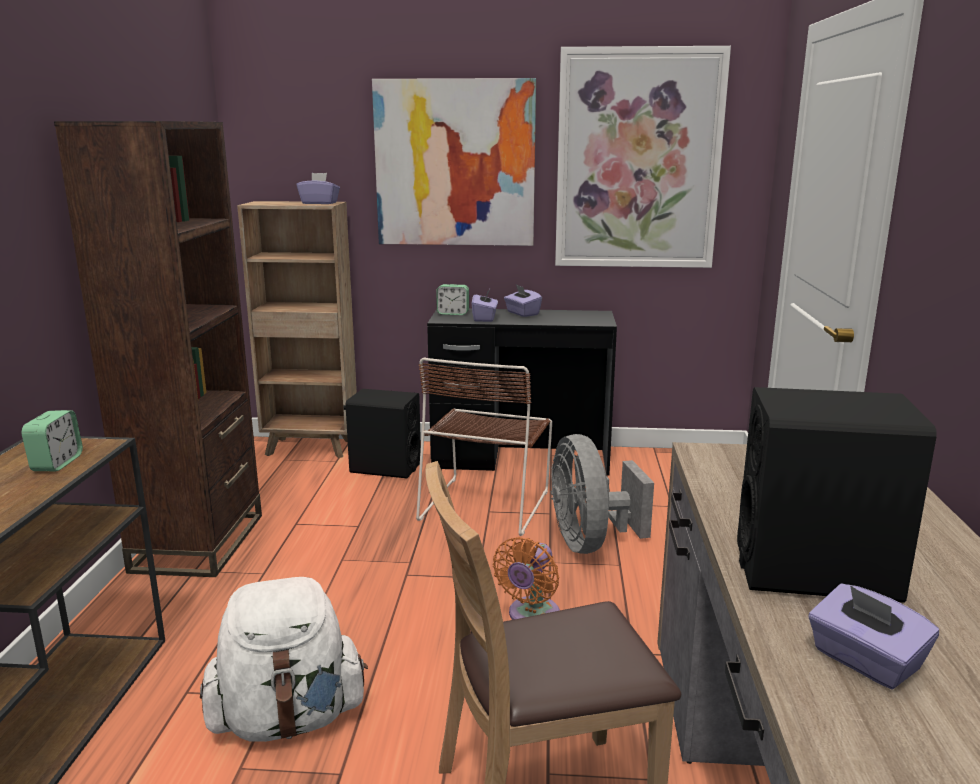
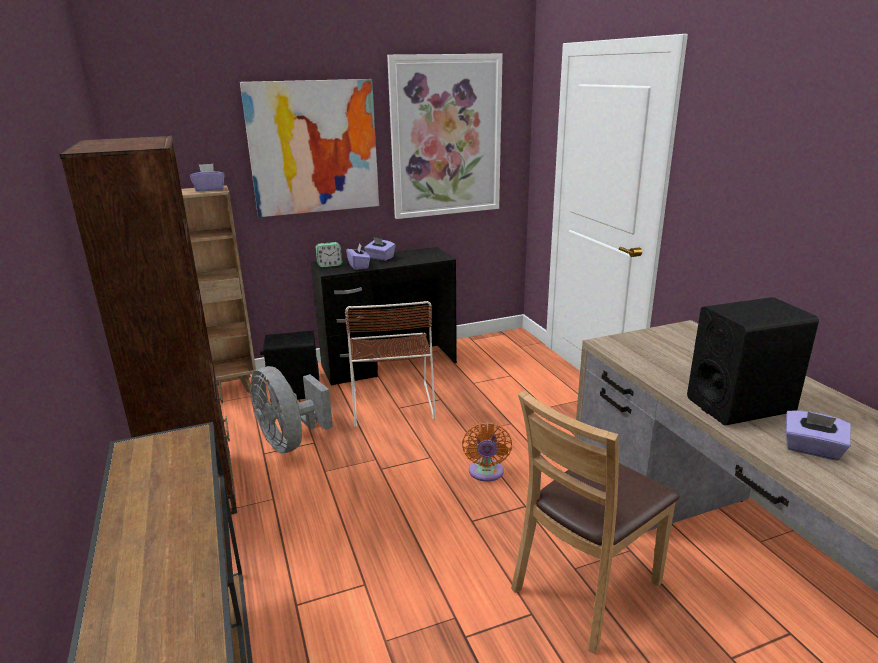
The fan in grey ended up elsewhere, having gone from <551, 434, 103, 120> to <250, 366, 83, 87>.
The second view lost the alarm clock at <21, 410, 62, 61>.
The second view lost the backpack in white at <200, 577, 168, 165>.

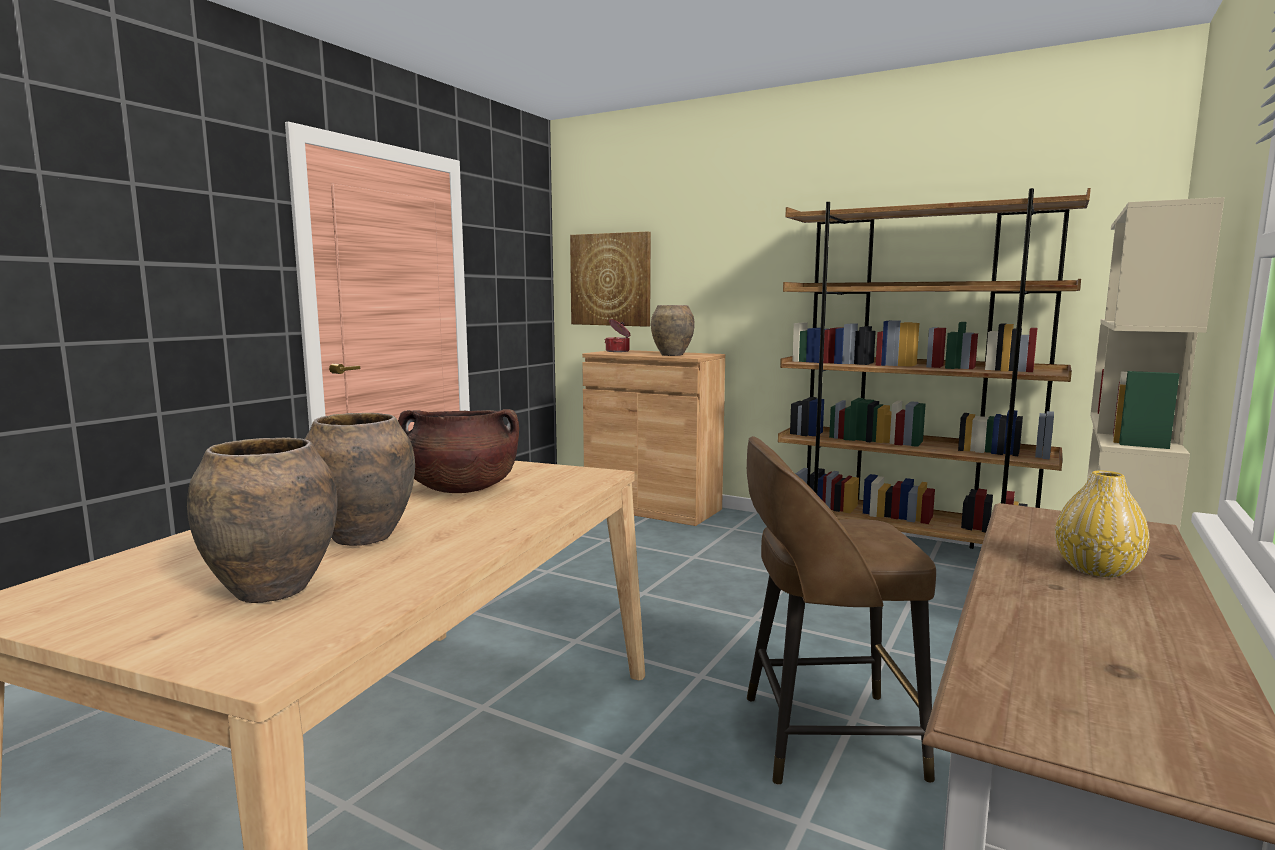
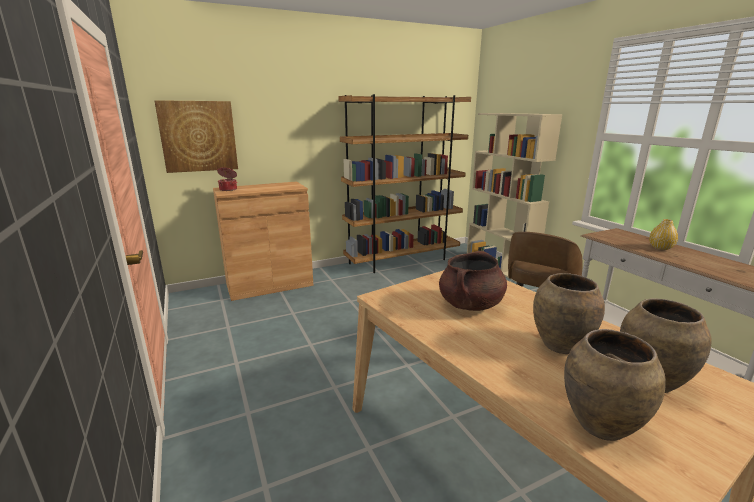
The vase in brown ended up elsewhere, having gone from <651, 305, 44, 51> to <564, 329, 102, 112>.

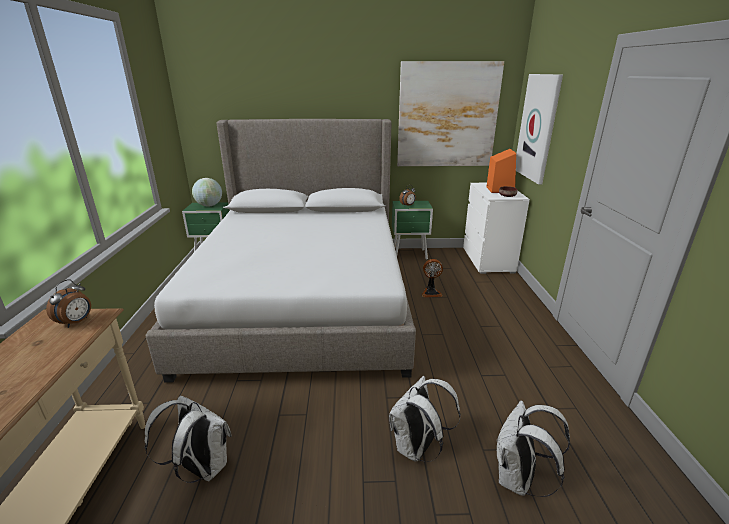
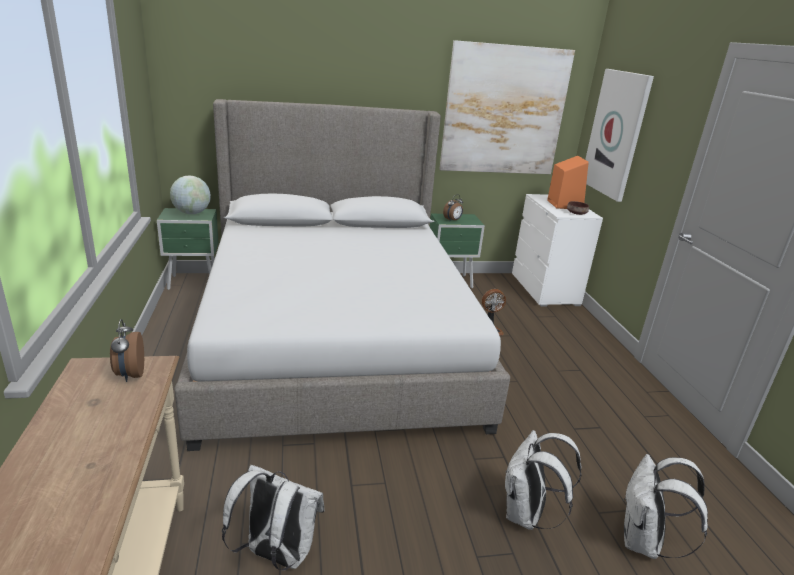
The alarm clock at <46, 279, 45, 49> ended up facing another way, 150 degrees clockwise from before.

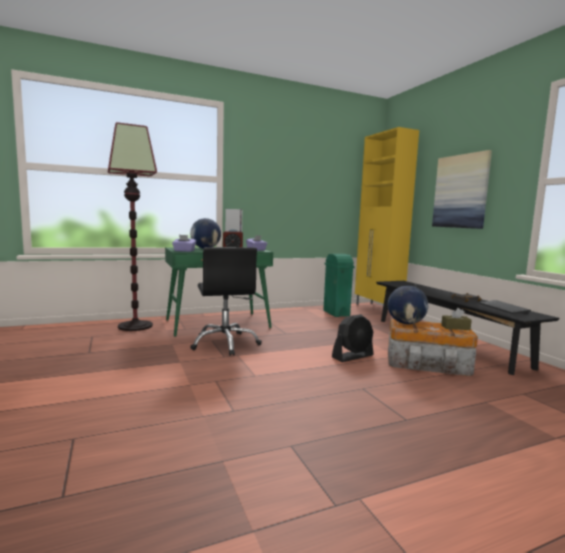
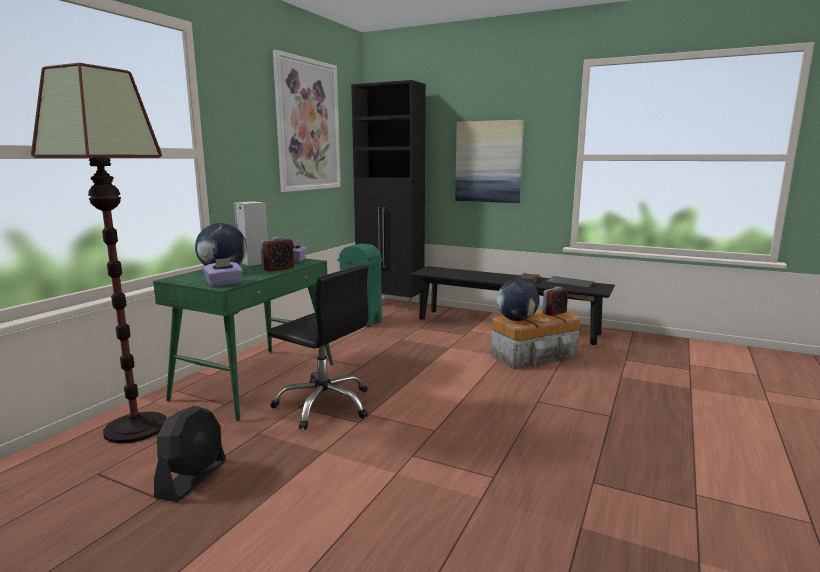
The fan in black ended up elsewhere, having gone from <332, 314, 42, 48> to <154, 406, 72, 97>.
The second view gained the picture at <273, 50, 68, 142>.
What was the cabinet in yellow at <355, 127, 64, 178> turned into the cabinet in black at <351, 80, 75, 231>.
Where the tissue box in brown stood at <441, 308, 31, 22>, the alarm clock came to stand at <542, 287, 26, 29>.

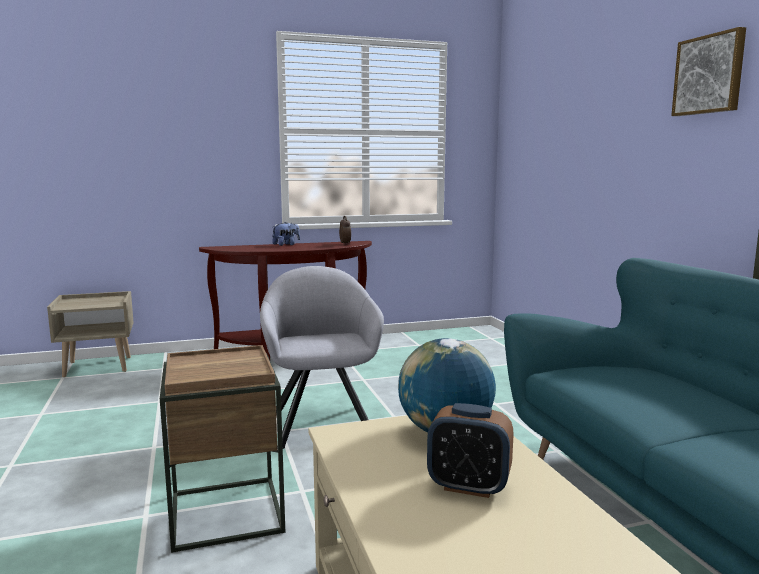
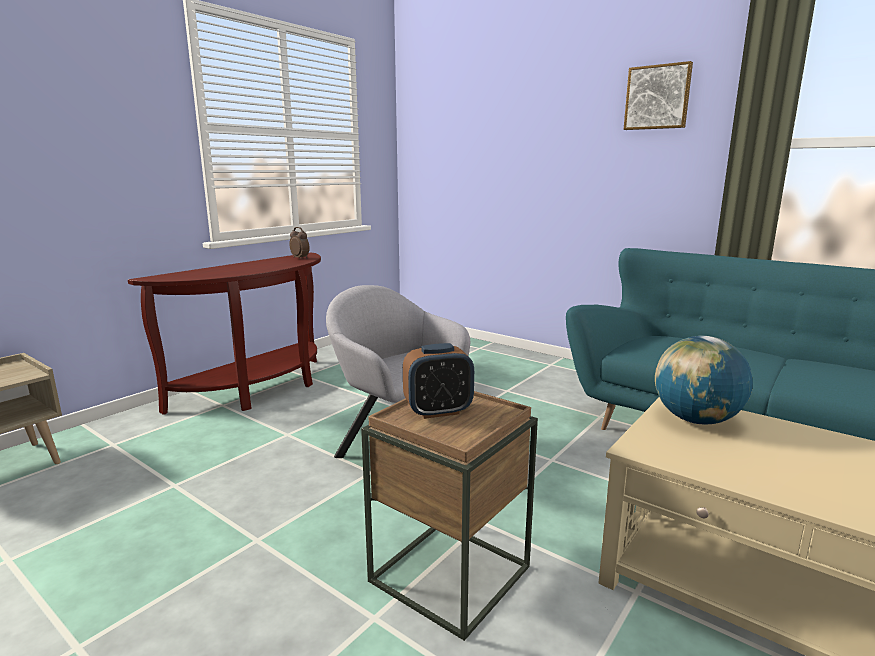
The alarm clock ended up elsewhere, having gone from <427, 403, 87, 95> to <403, 343, 71, 76>.
The second view lost the plush toy at <272, 222, 28, 24>.

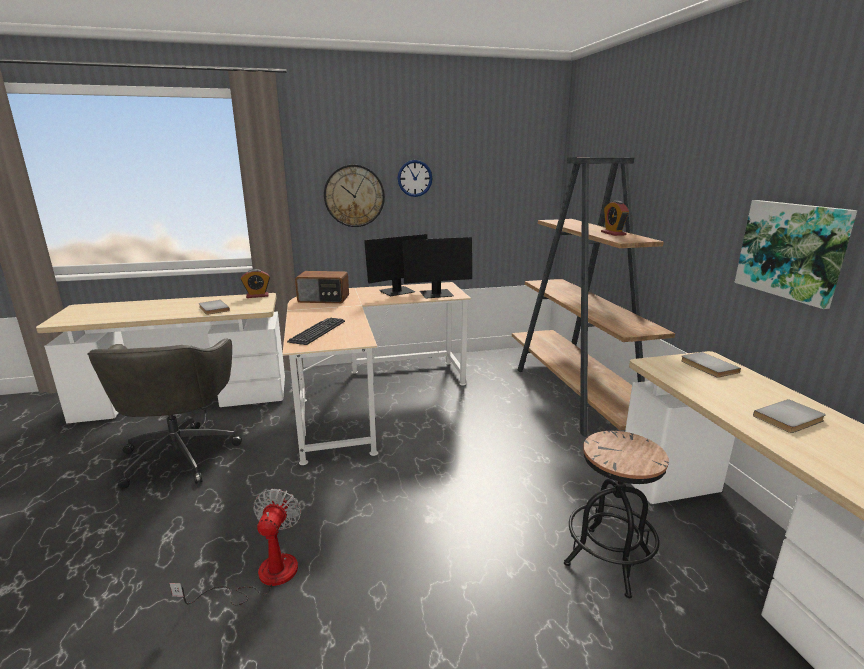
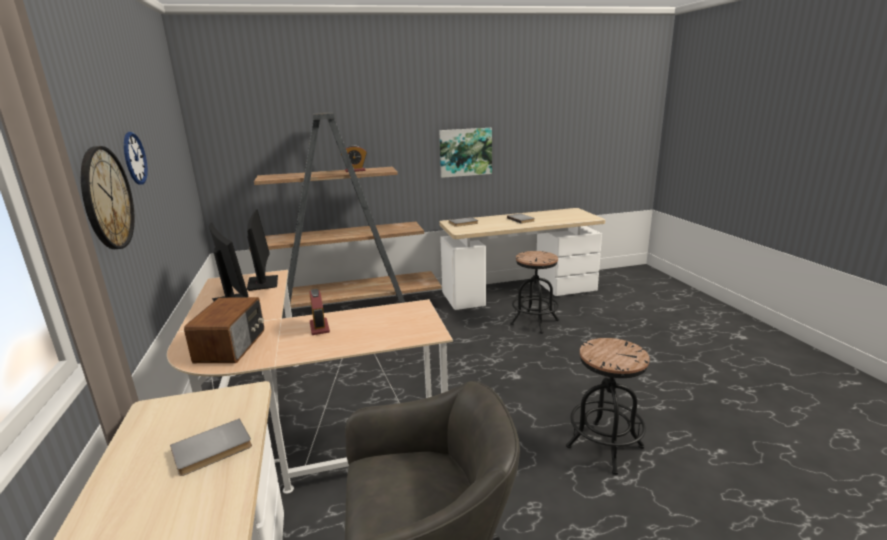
The alarm clock ended up elsewhere, having gone from <241, 269, 29, 29> to <309, 289, 21, 46>.
Where the fan stood at <169, 489, 133, 116>, the stool in black came to stand at <566, 338, 84, 137>.
The second view lost the keyboard at <287, 318, 58, 27>.

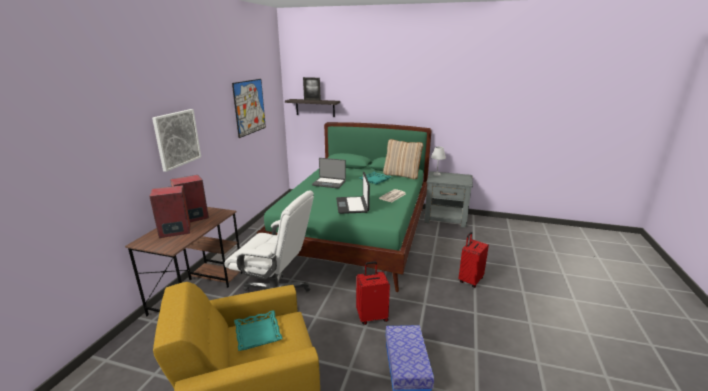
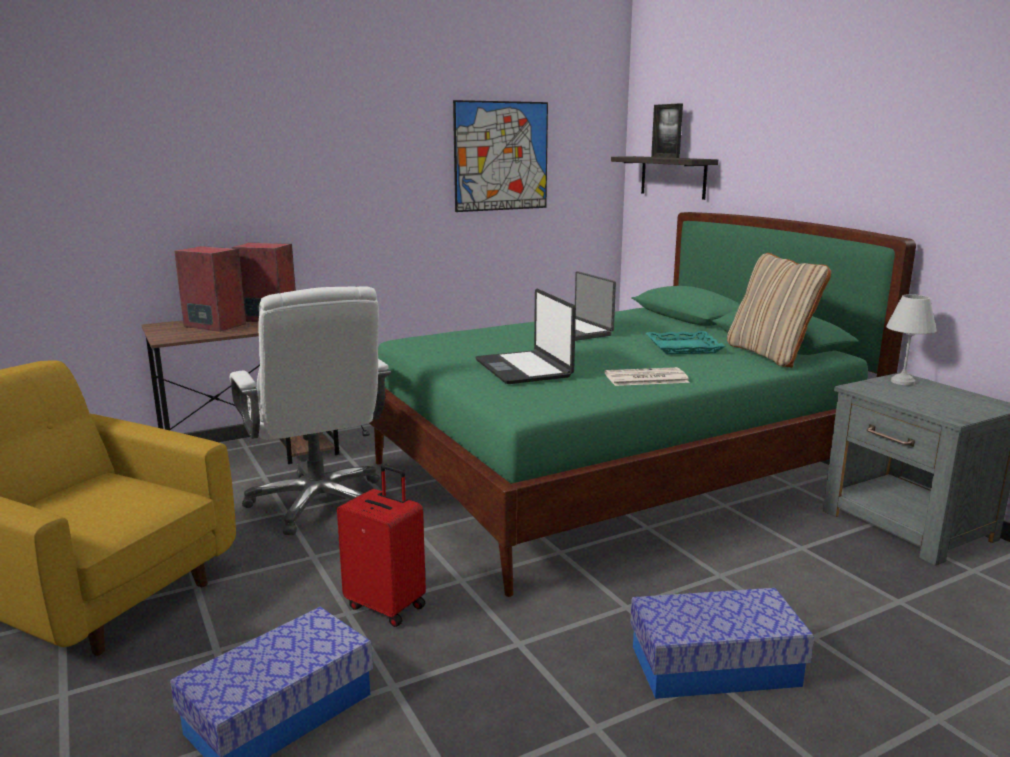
The laptop at <336, 172, 34, 42> ended up facing another way, 60 degrees counterclockwise from before.
Where the suitcase in red stood at <458, 232, 31, 56>, the storage box came to stand at <630, 588, 184, 111>.
The second view lost the picture at <152, 109, 49, 63>.
The second view lost the tray in turquoise at <234, 310, 48, 41>.

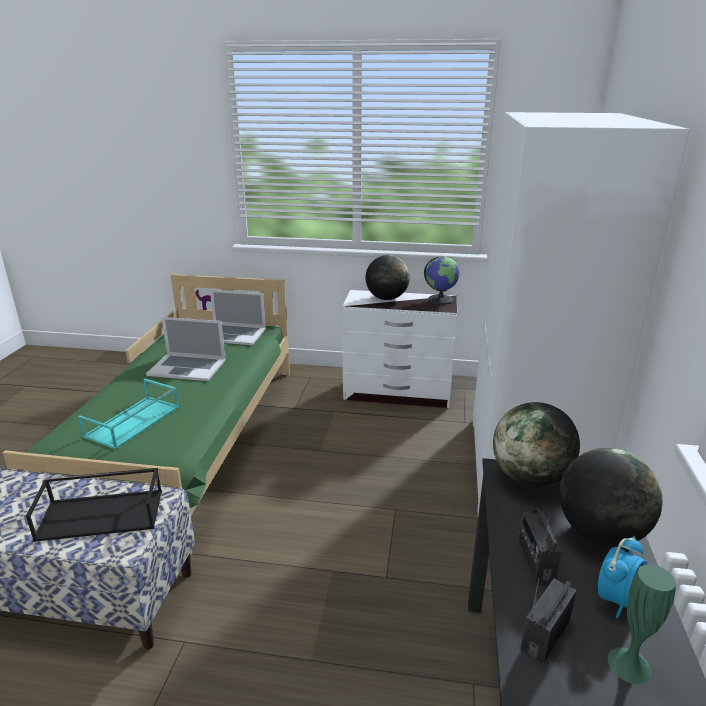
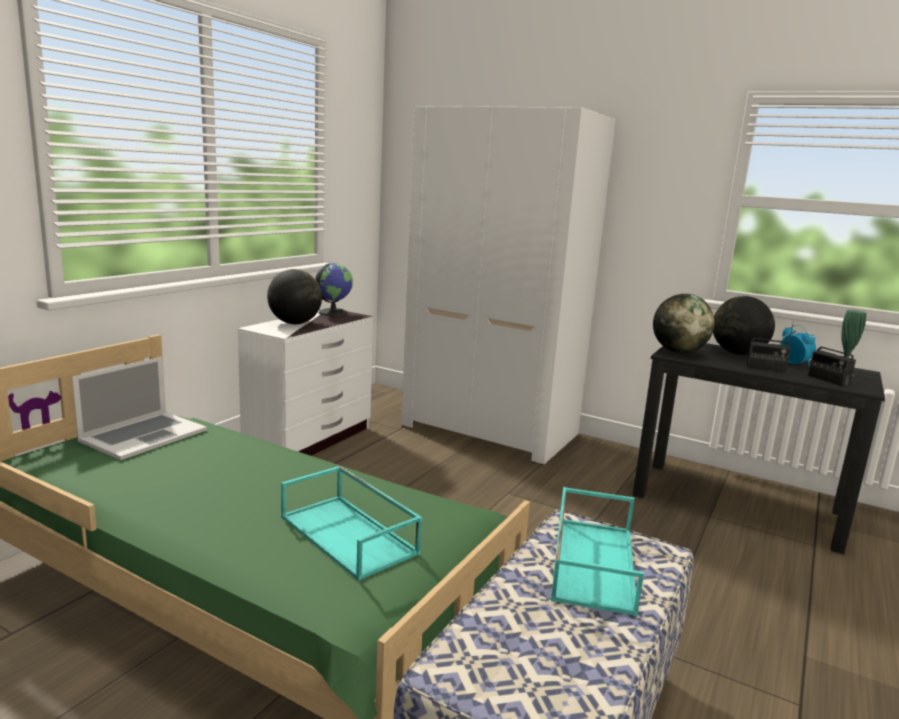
What was the tray in black at <26, 468, 136, 74> turned into the tray in turquoise at <551, 487, 93, 129>.
The second view lost the laptop at <146, 317, 80, 64>.

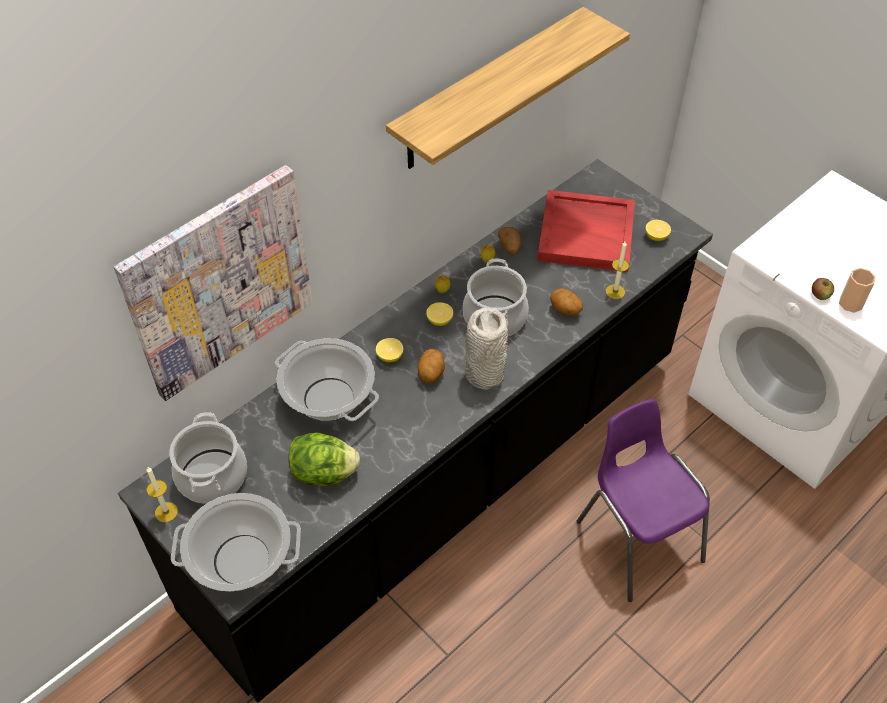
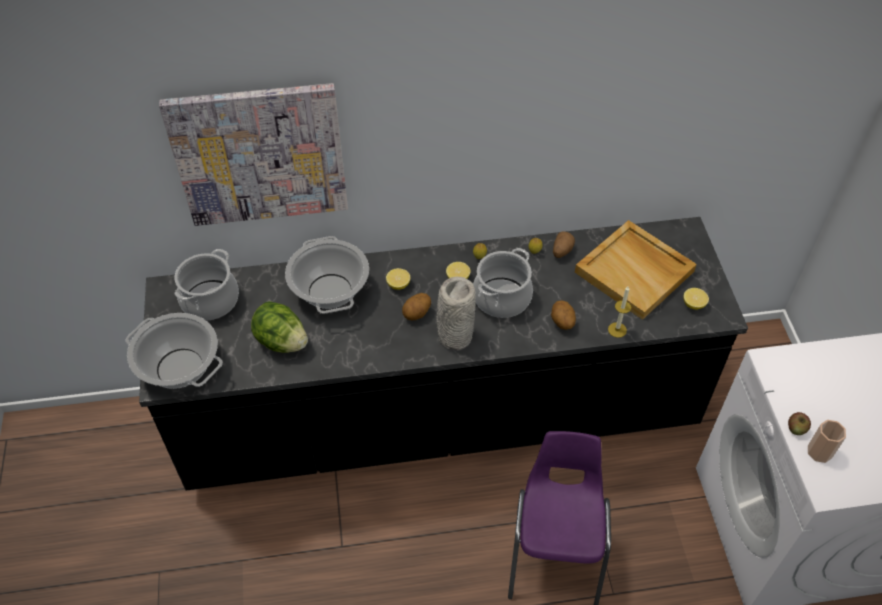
What was the tray in red at <537, 190, 98, 82> turned into the tray in beige at <575, 220, 122, 100>.
The second view lost the candle at <147, 467, 31, 55>.
The second view lost the shelf at <386, 7, 244, 162>.

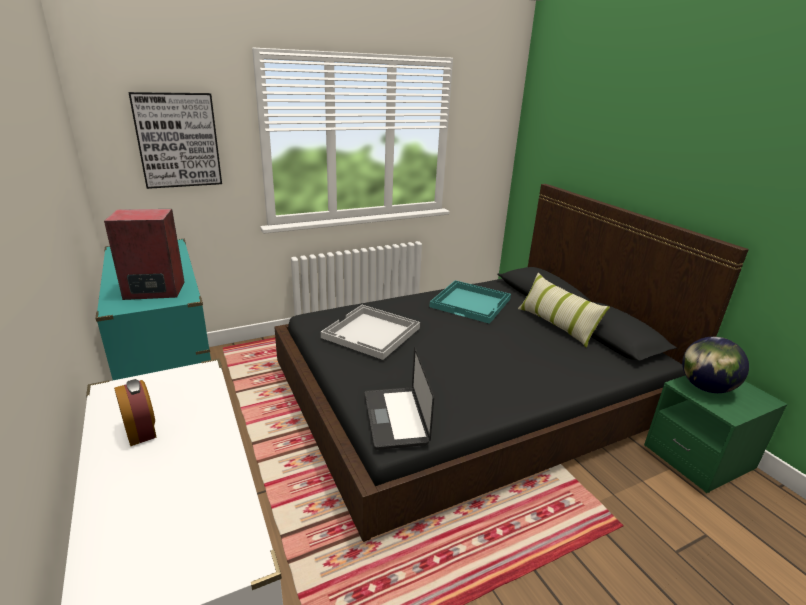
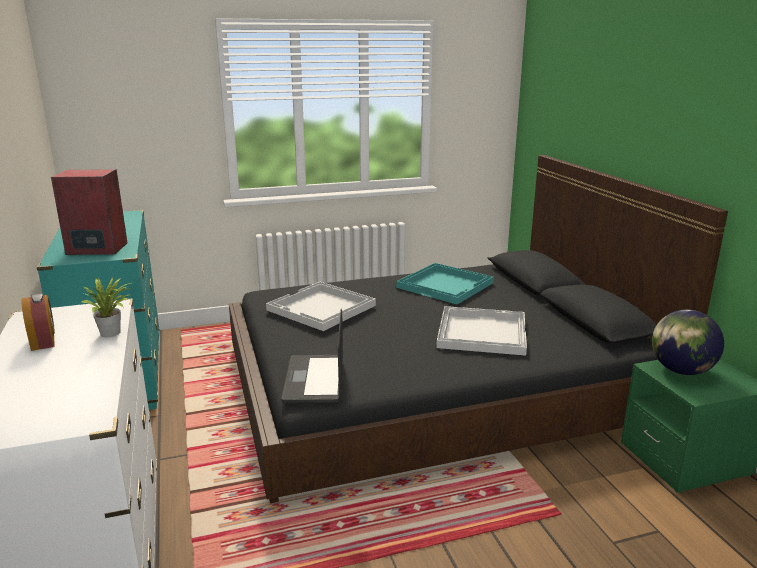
The second view gained the potted plant at <80, 277, 53, 60>.
The second view gained the tray in white at <436, 306, 91, 50>.
The second view lost the picture at <129, 92, 93, 97>.
The second view lost the pillow at <518, 273, 92, 75>.

